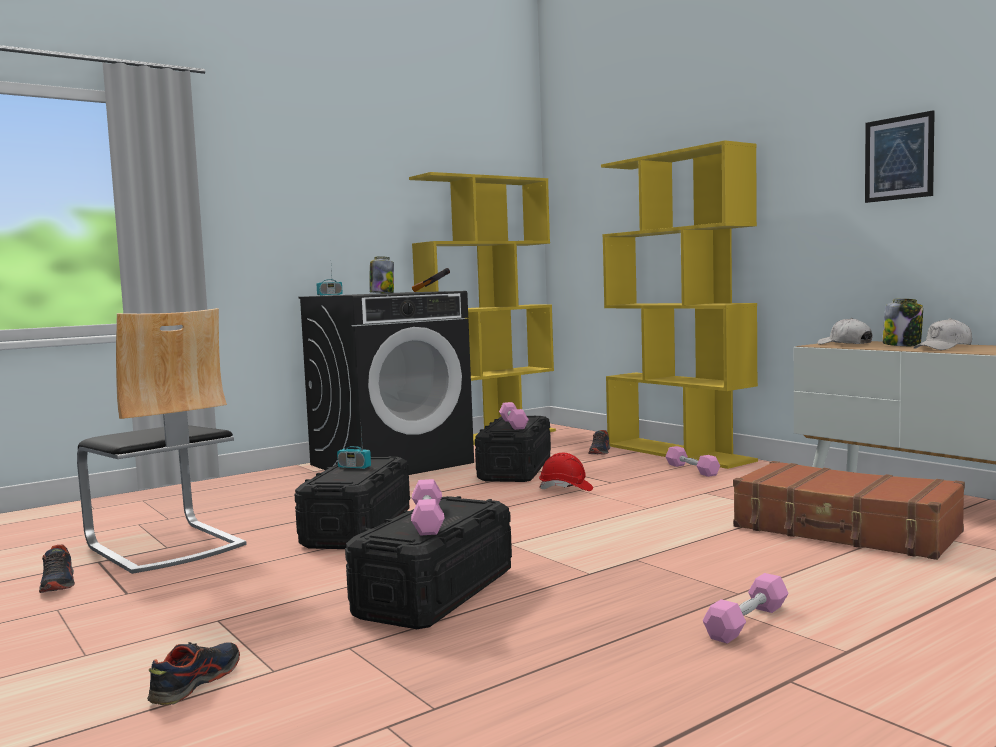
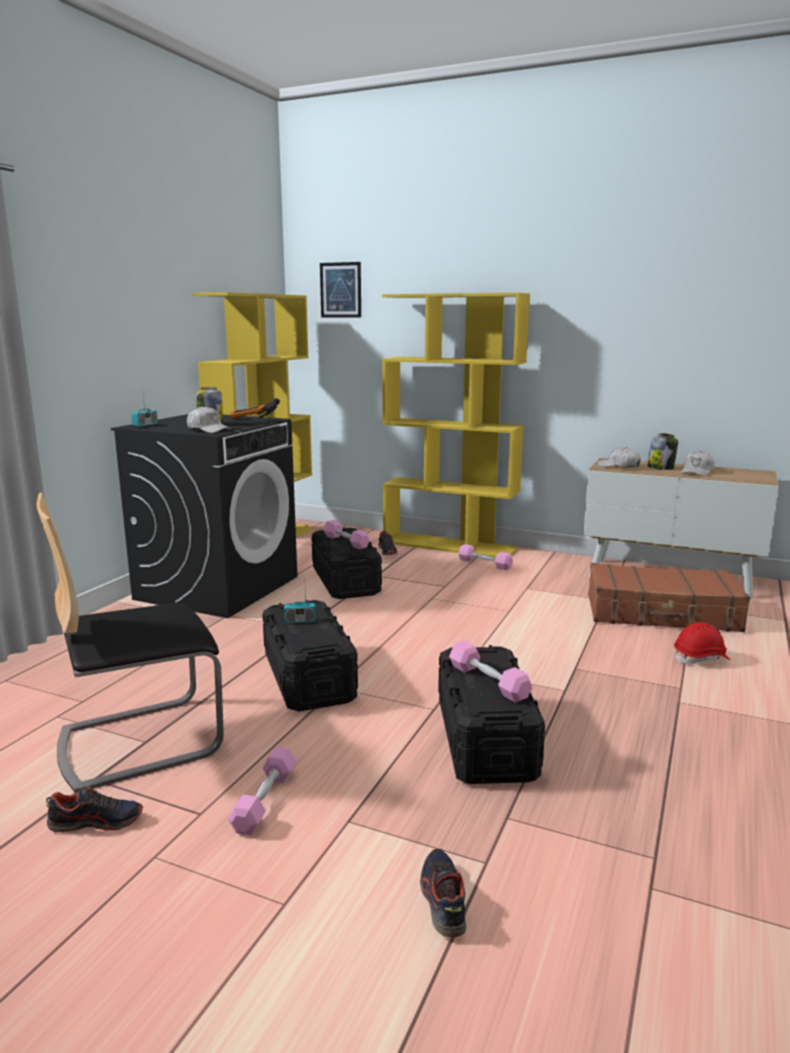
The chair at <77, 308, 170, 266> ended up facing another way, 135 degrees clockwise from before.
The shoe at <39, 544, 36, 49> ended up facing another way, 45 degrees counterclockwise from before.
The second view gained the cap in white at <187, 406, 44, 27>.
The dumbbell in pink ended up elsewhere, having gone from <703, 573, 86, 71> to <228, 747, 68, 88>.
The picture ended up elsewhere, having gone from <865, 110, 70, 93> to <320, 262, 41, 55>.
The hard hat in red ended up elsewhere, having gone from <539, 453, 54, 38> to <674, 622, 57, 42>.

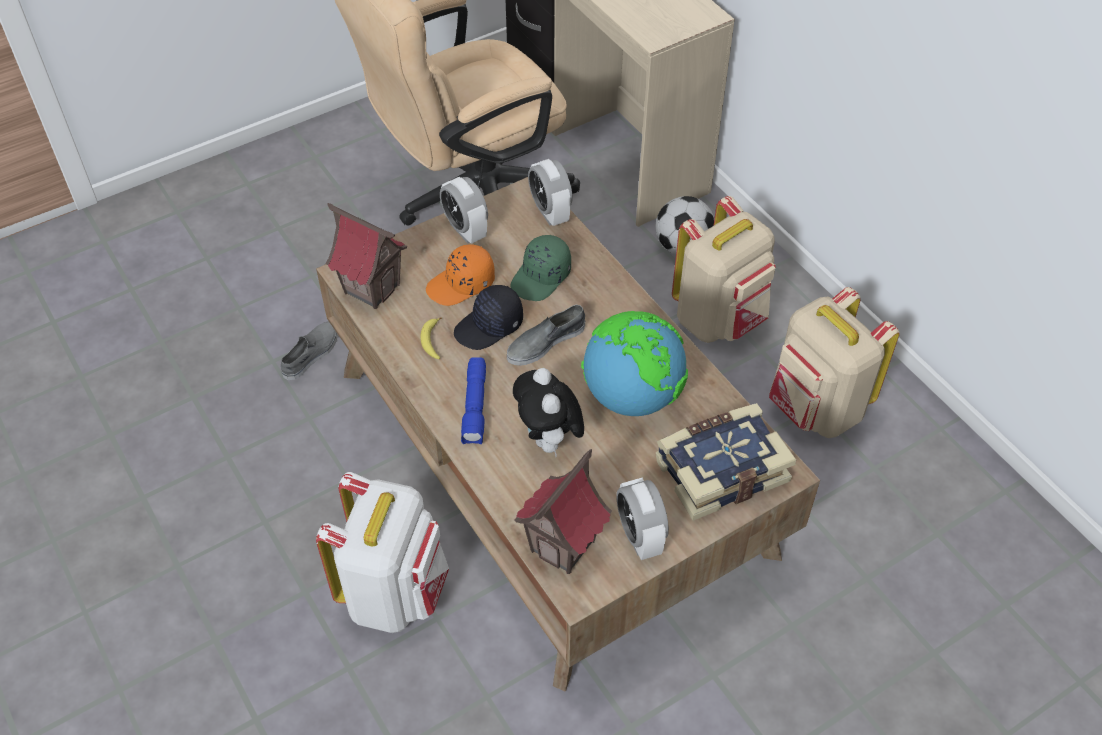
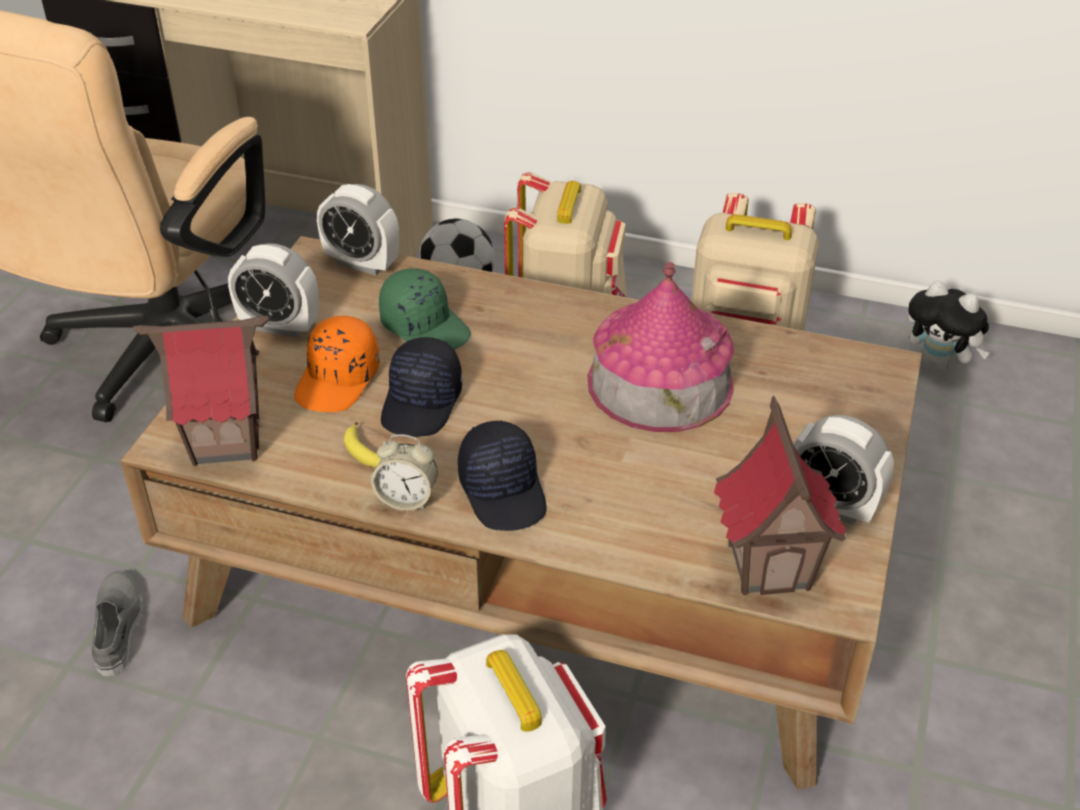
The second view gained the alarm clock at <371, 434, 67, 77>.
The cap in green at <510, 235, 61, 66> ended up facing another way, 45 degrees counterclockwise from before.
Where the flashlight in blue stood at <461, 357, 25, 87>, the cap in black came to stand at <458, 420, 89, 111>.
Where the globe stood at <581, 311, 107, 105>, the toy house came to stand at <588, 262, 146, 170>.
The plush toy ended up elsewhere, having gone from <513, 368, 71, 88> to <908, 280, 82, 91>.
The second view lost the shoe in grey at <507, 305, 79, 61>.
The second view lost the book at <655, 403, 141, 118>.

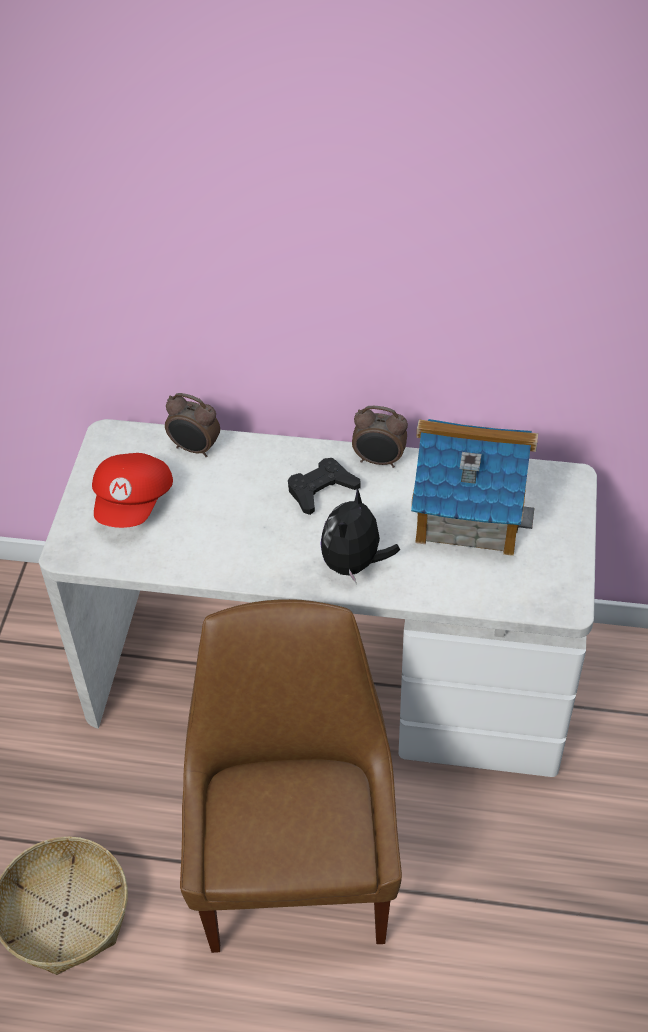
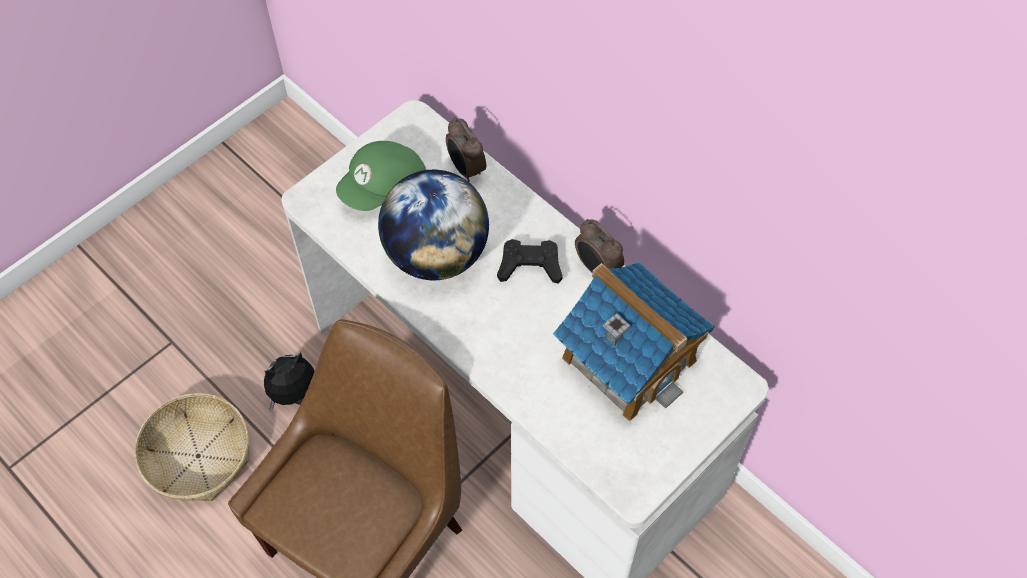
The plush toy ended up elsewhere, having gone from <320, 488, 81, 95> to <264, 352, 51, 60>.
What was the cap in red at <92, 453, 81, 75> turned into the cap in green at <336, 141, 90, 70>.
The second view gained the globe at <378, 170, 111, 110>.

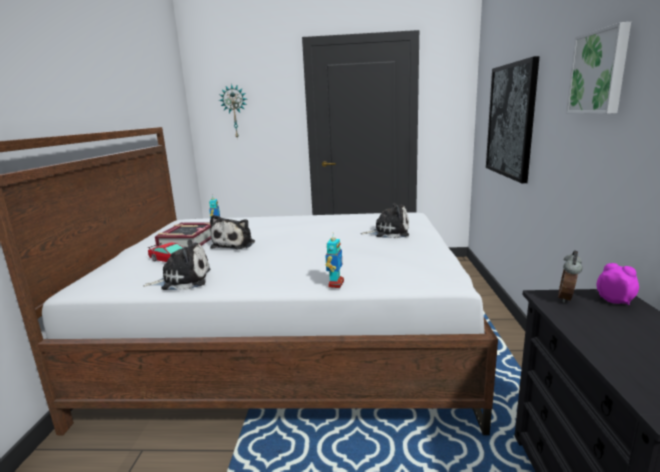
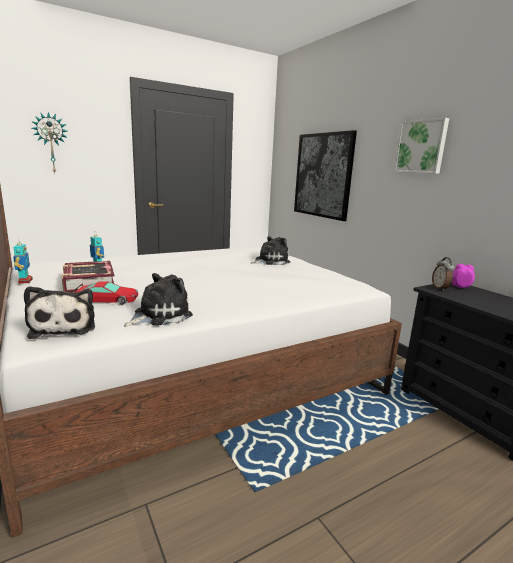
The toy robot ended up elsewhere, having gone from <325, 232, 19, 56> to <13, 238, 20, 46>.
The plush toy ended up elsewhere, having gone from <210, 215, 45, 34> to <24, 286, 71, 53>.

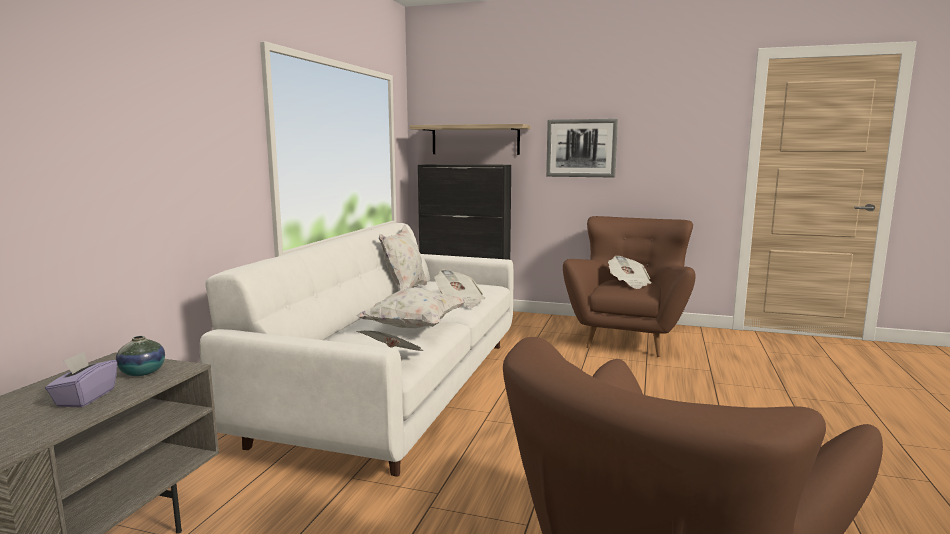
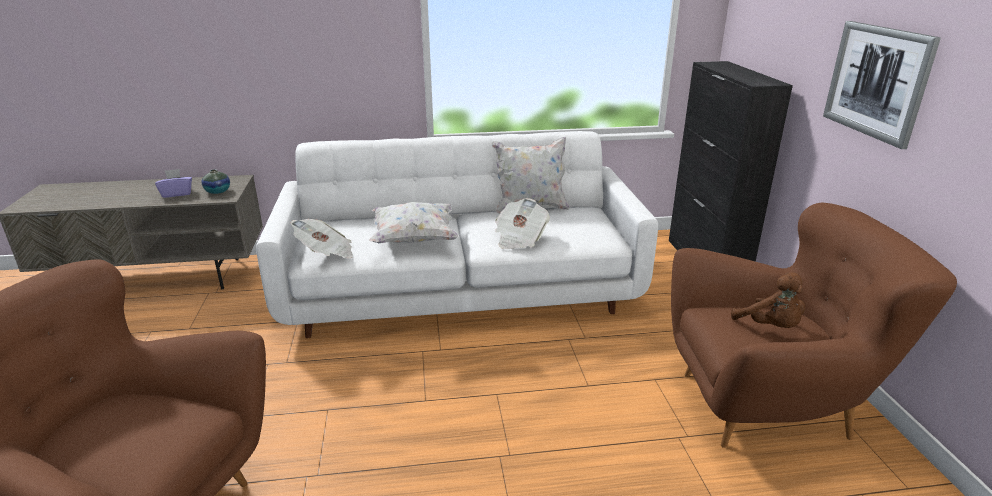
Where the newspaper stood at <608, 256, 44, 33>, the plush toy in brown came to stand at <731, 272, 74, 56>.
The second view lost the shelf at <410, 124, 121, 31>.

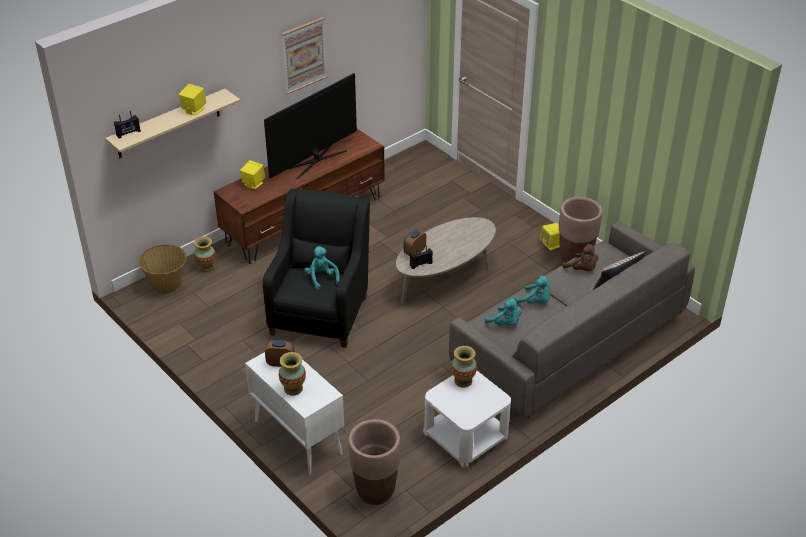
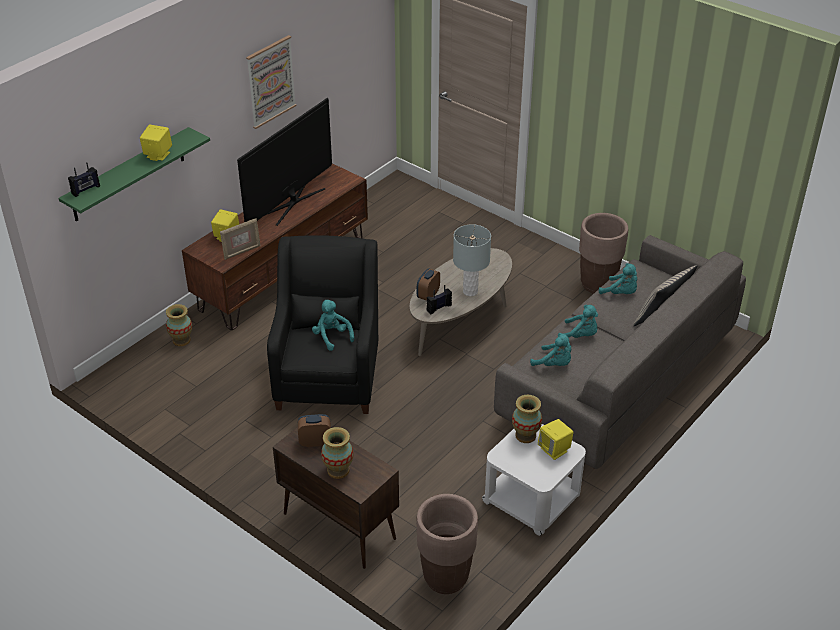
What was the shelf in beige at <105, 89, 135, 69> turned into the shelf in green at <58, 127, 152, 94>.
The second view gained the picture frame at <220, 218, 41, 42>.
What was the cabinet in white at <245, 352, 99, 123> turned into the cabinet in brown at <273, 427, 126, 142>.
The second view gained the table lamp in grey at <453, 224, 38, 72>.
The speaker in yellow ended up elsewhere, having gone from <540, 223, 20, 28> to <538, 419, 36, 41>.
What was the plush toy in brown at <563, 244, 35, 27> turned into the plush toy in turquoise at <599, 263, 38, 31>.
The second view lost the basket at <139, 244, 48, 50>.

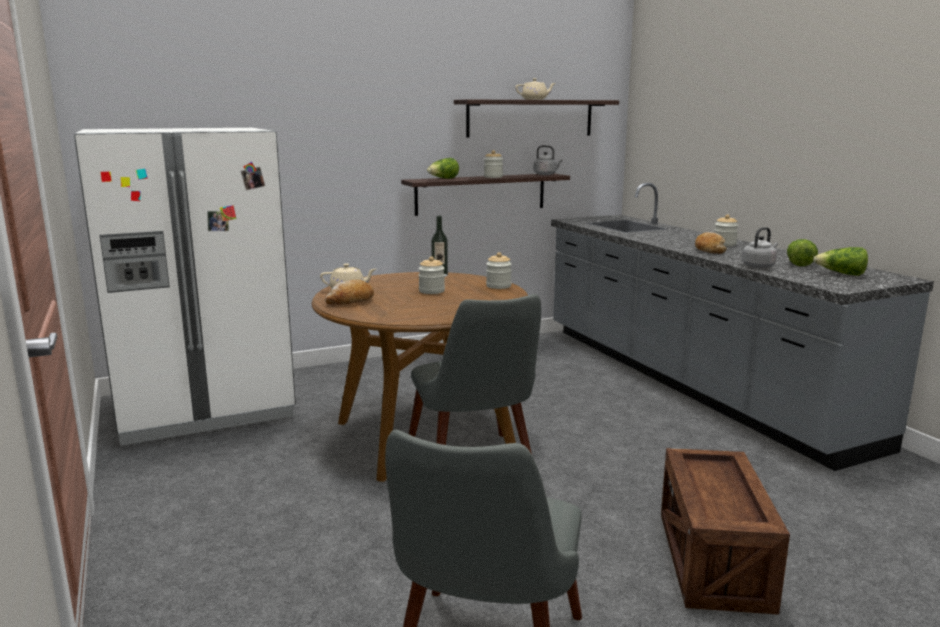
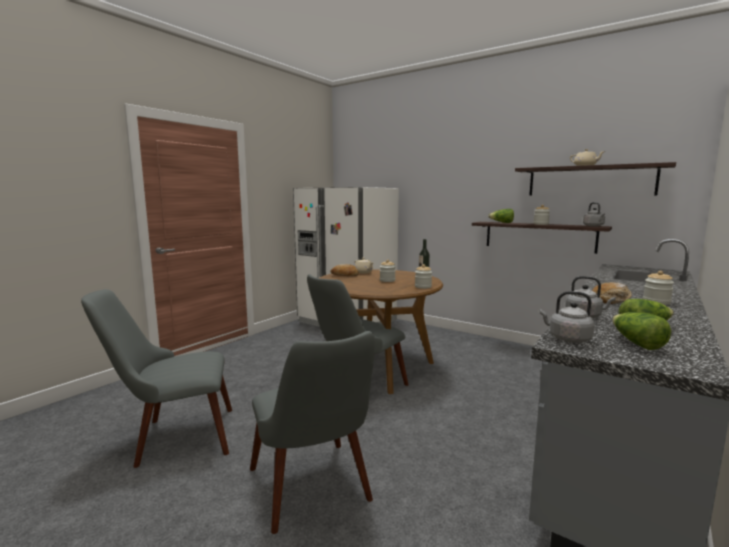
Where the crate stood at <661, 448, 129, 167>, the chair in grey came to stand at <250, 331, 125, 203>.
The second view gained the kettle in grey at <539, 291, 56, 52>.

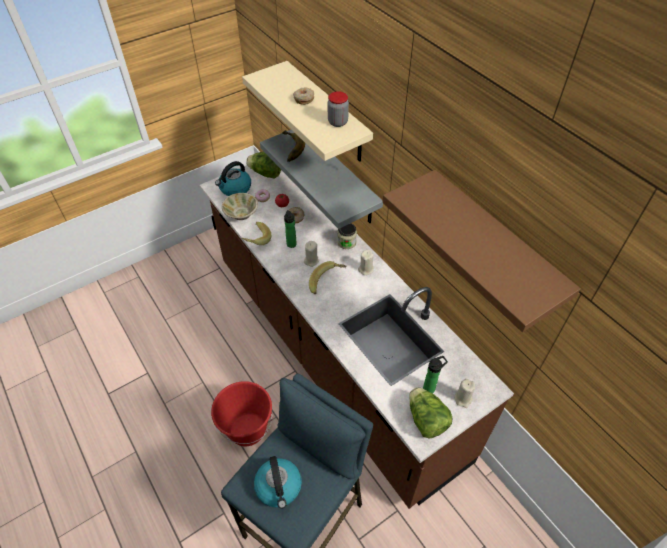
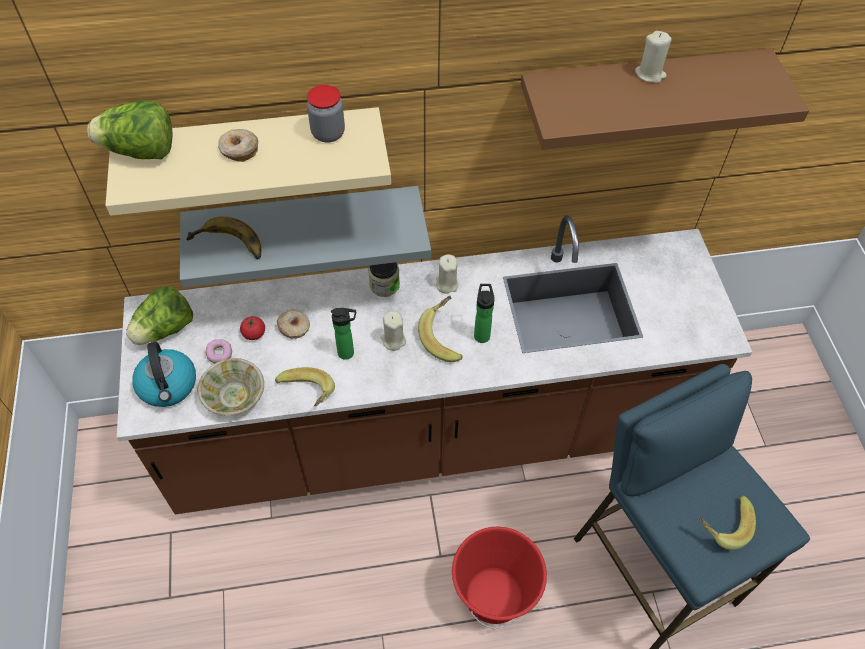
The lettuce ended up elsewhere, having gone from <409, 387, 44, 52> to <87, 100, 85, 59>.
The bottle ended up elsewhere, having gone from <423, 356, 25, 37> to <474, 284, 21, 59>.
The candle in beige ended up elsewhere, having gone from <454, 379, 21, 29> to <635, 31, 37, 52>.
Where the kettle stood at <254, 456, 48, 53>, the banana came to stand at <699, 496, 57, 54>.

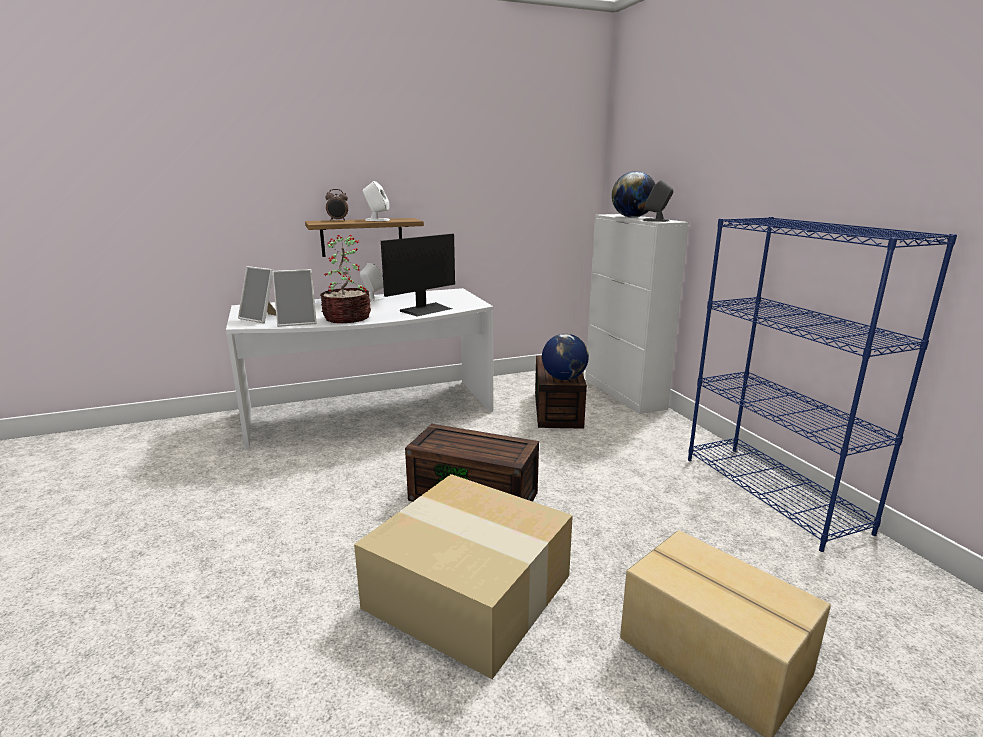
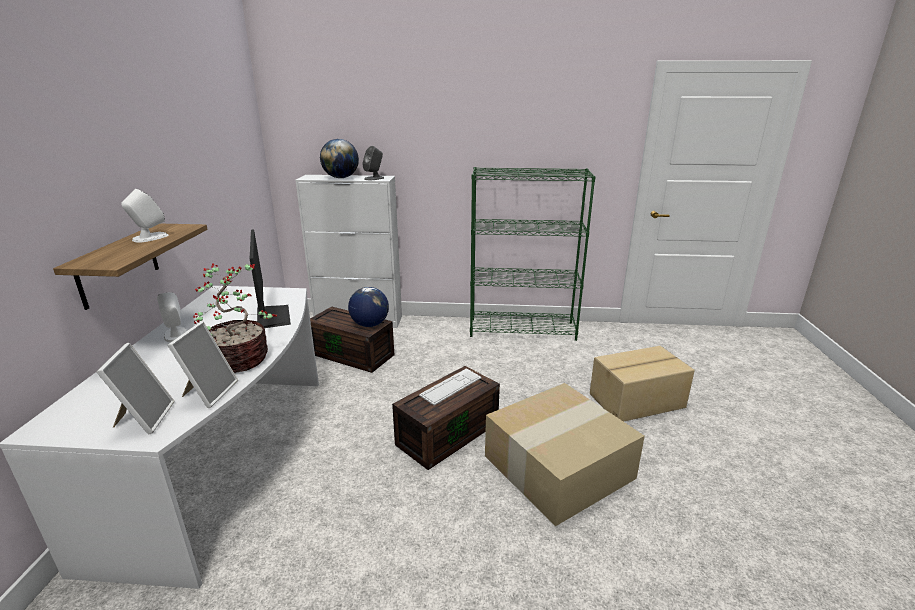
The picture frame at <238, 266, 38, 57> ended up facing another way, 60 degrees counterclockwise from before.
The second view gained the keyboard at <419, 368, 63, 38>.
What was the bookcase in blue at <688, 217, 269, 335> turned into the bookcase in green at <470, 167, 126, 174>.
The second view lost the alarm clock at <326, 189, 22, 32>.

